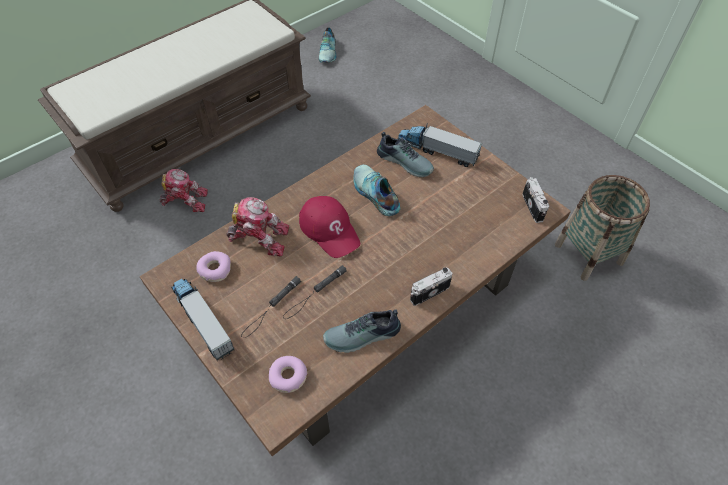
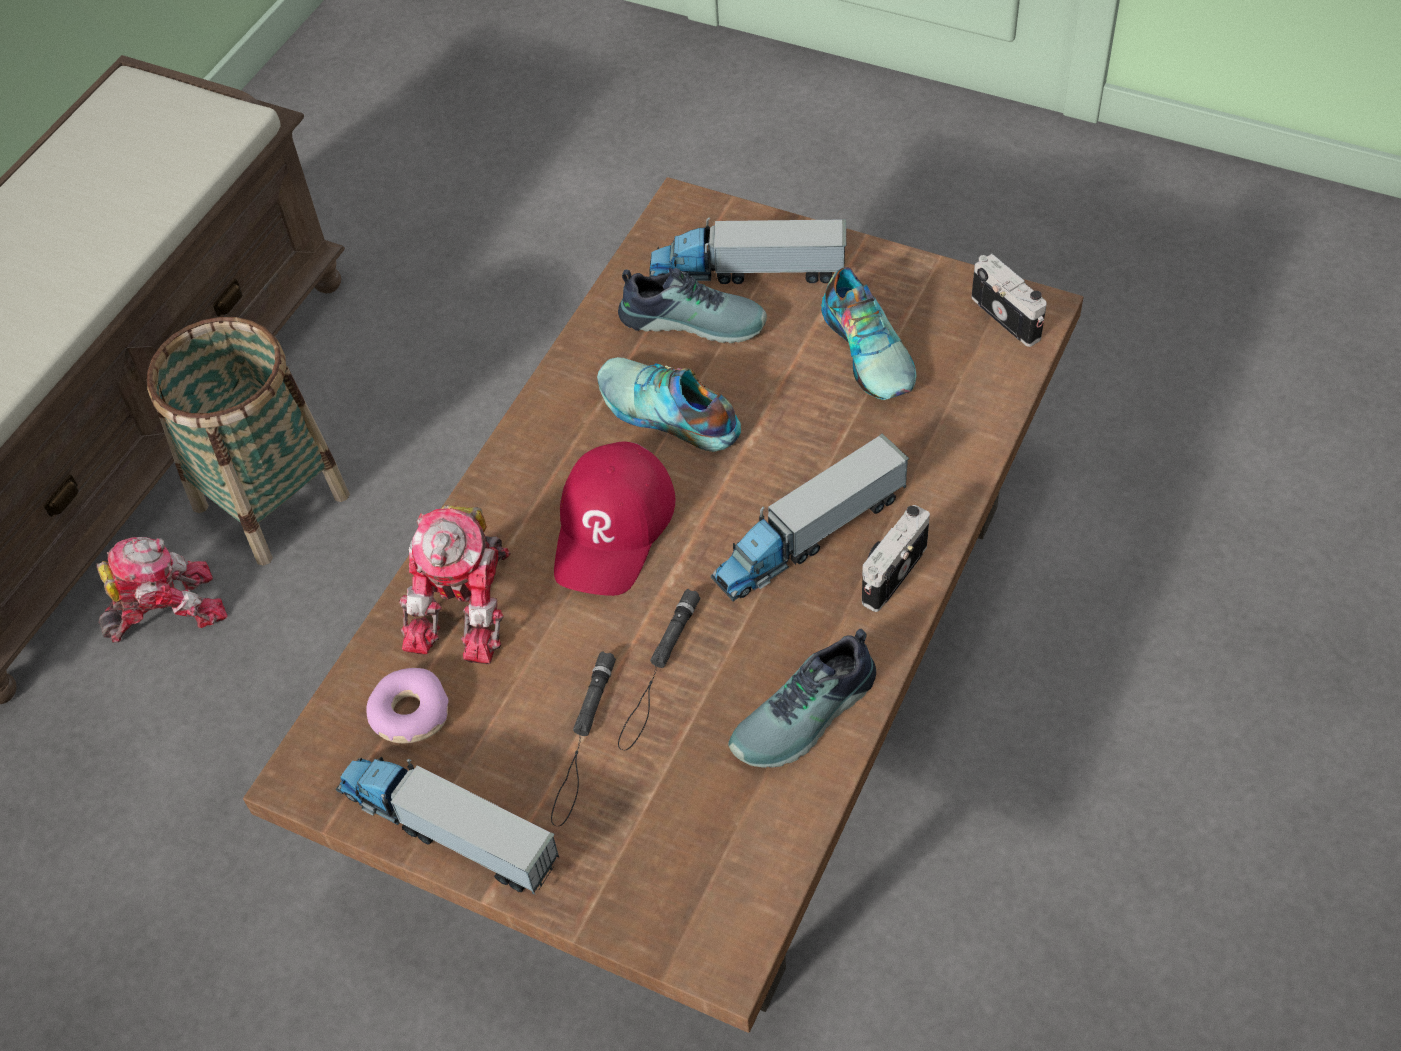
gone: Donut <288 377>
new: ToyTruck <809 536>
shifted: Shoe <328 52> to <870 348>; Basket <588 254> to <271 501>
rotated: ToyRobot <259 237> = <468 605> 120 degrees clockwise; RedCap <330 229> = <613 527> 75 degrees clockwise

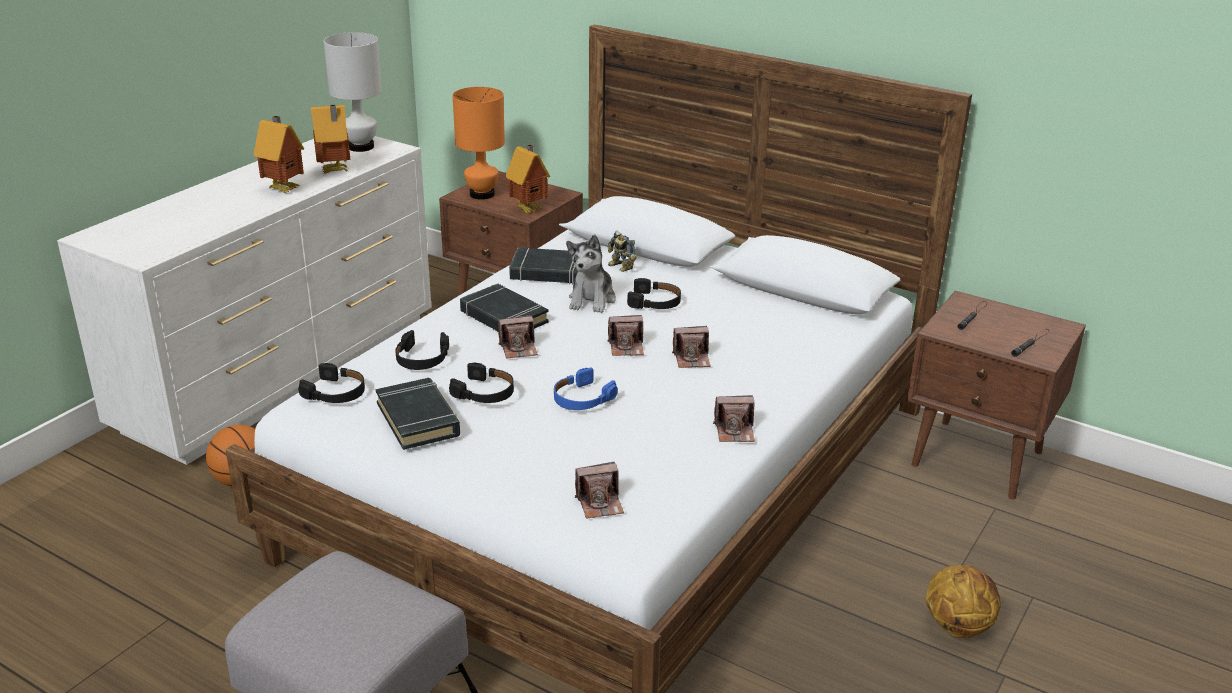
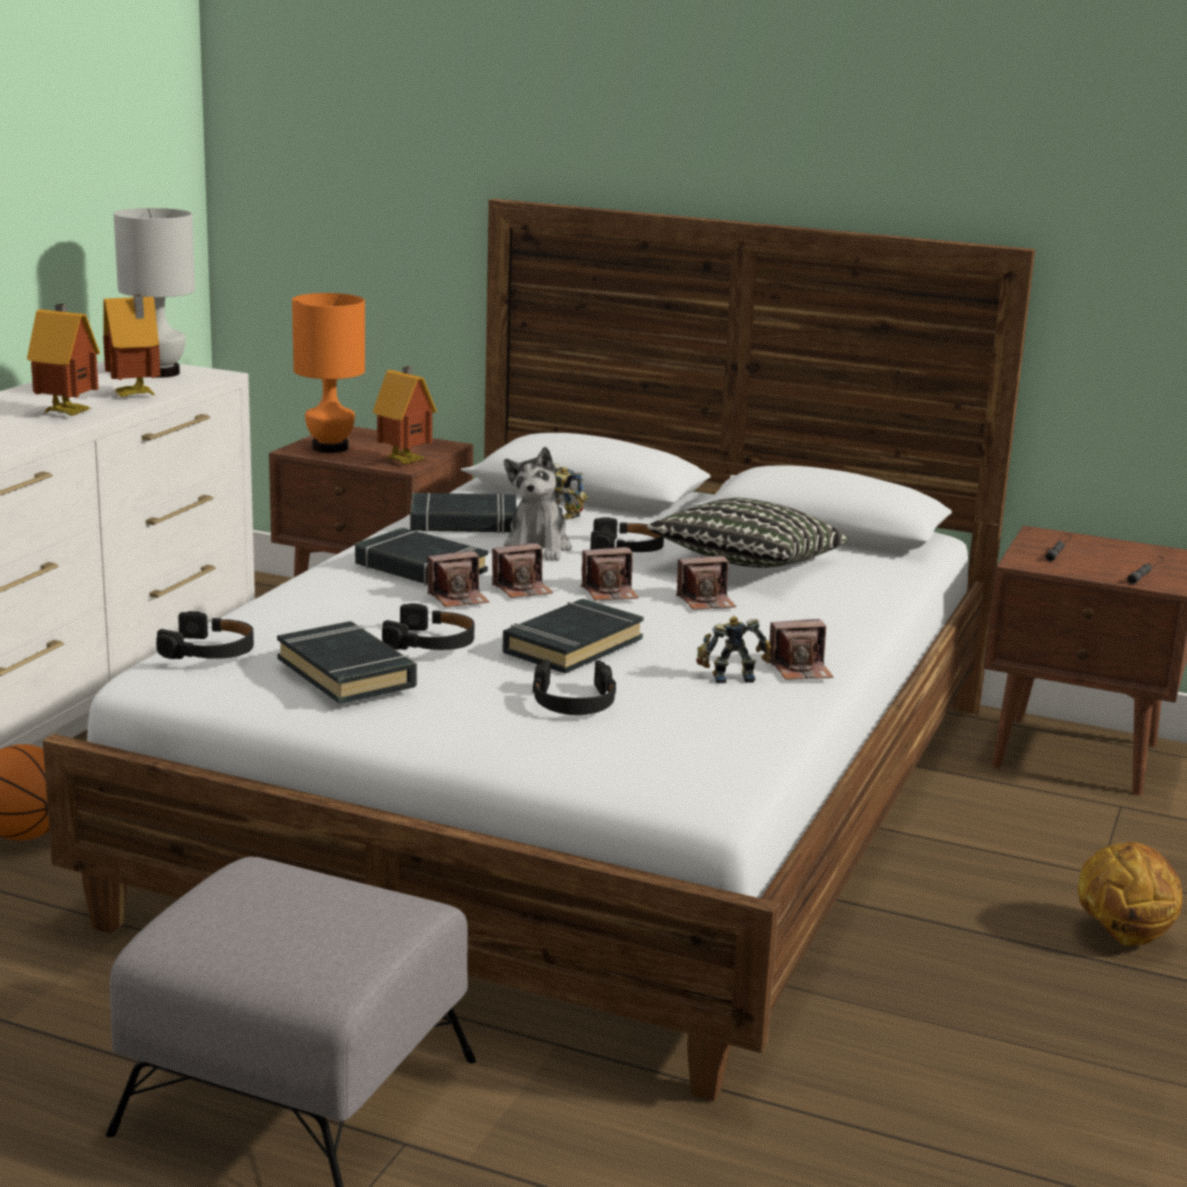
new: Pillow <746 565>; ToyRobot <731 676>
shifted: BlackHeadphones <422 358> to <573 702>; PhotoCamera <600 503> to <522 589>
swapped: BlueHeadphones <582 398> to BlackBook <572 645>

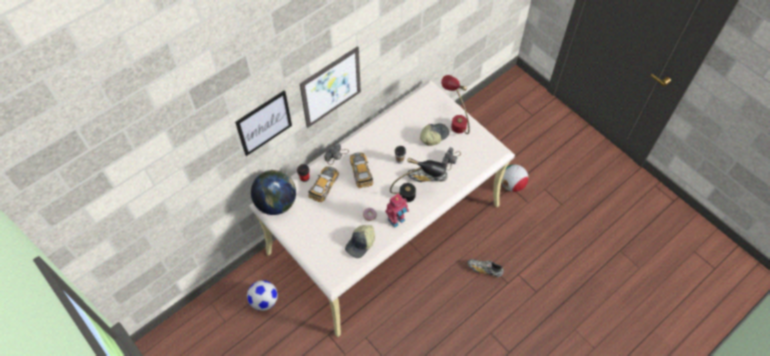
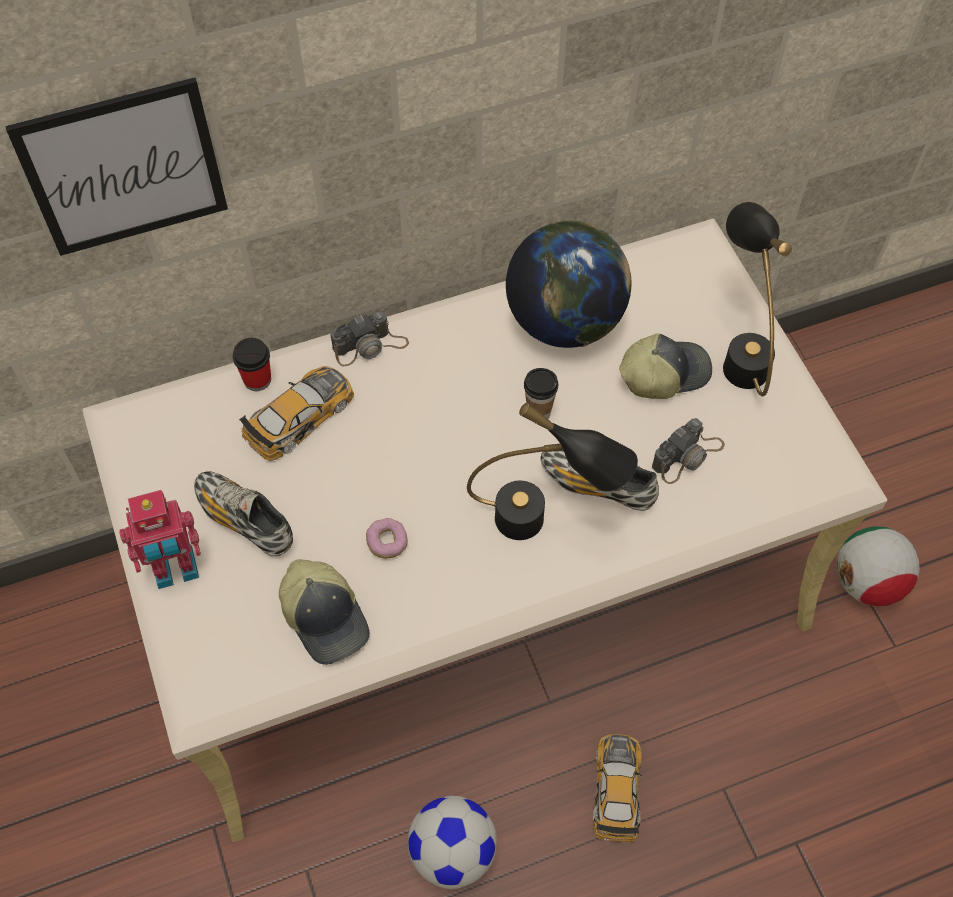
gone: Picture <331 87>
shifted: Football <264 301> to <453 852>; Globe <276 203> to <565 322>; ToyCar <361 171> to <616 788>; ToyRobot <397 220> to <176 570>; Shoe <484 269> to <245 520>
repainted: RedTableLamp <454 121> to BlackTableLamp <740 351>
rotated: Cap <361 244> = <326 617> 90 degrees counterclockwise

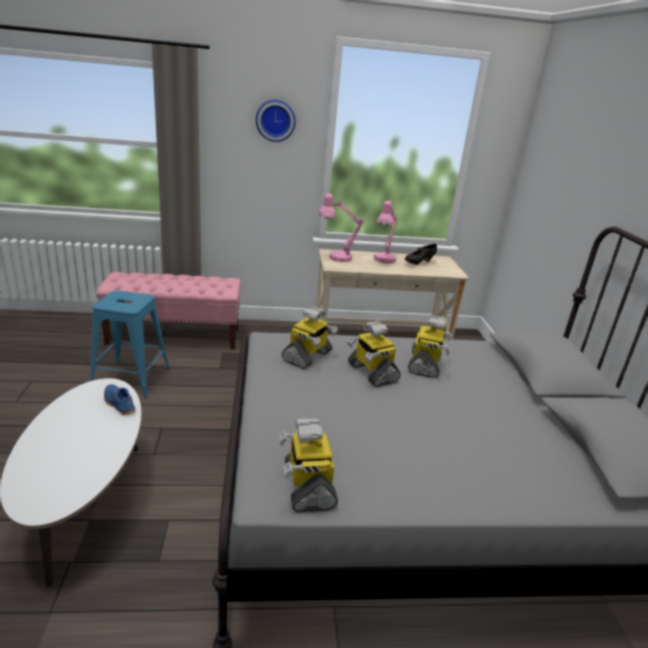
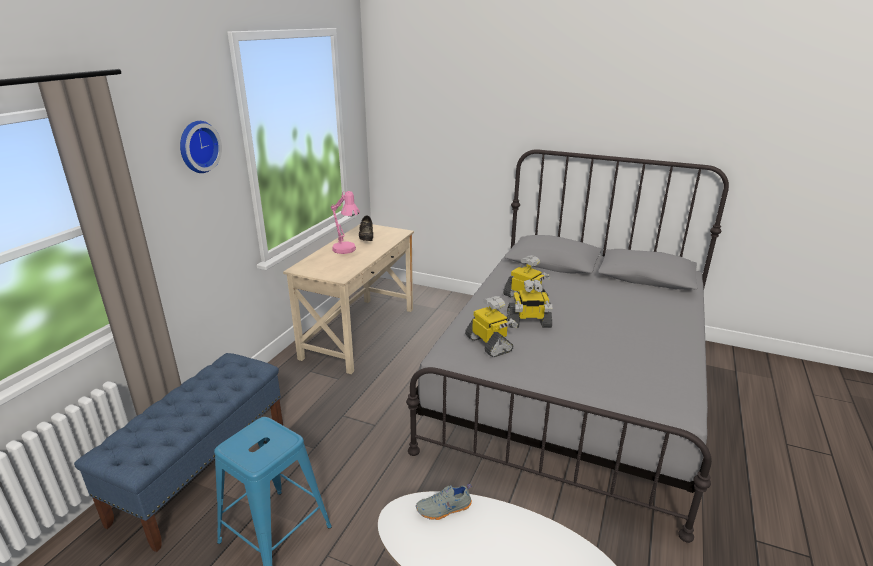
gone: ToyRobot <307 485>; PinkTableLamp <335 257>
repainted: PinkBench <175 336> to BlueBench <203 470>; BlueShoe <118 404> to GreyShoe <444 509>

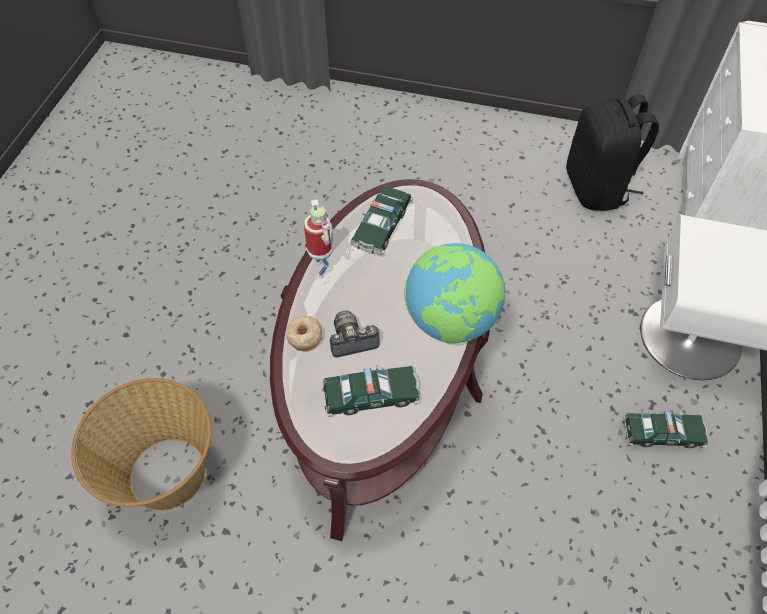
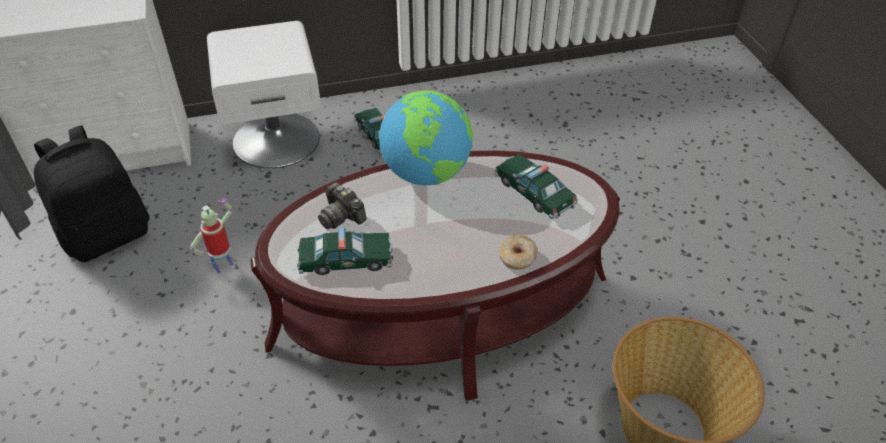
shifted: ToyRobot <323 269> to <225 268>; PhotoCamera <352 340> to <341 216>

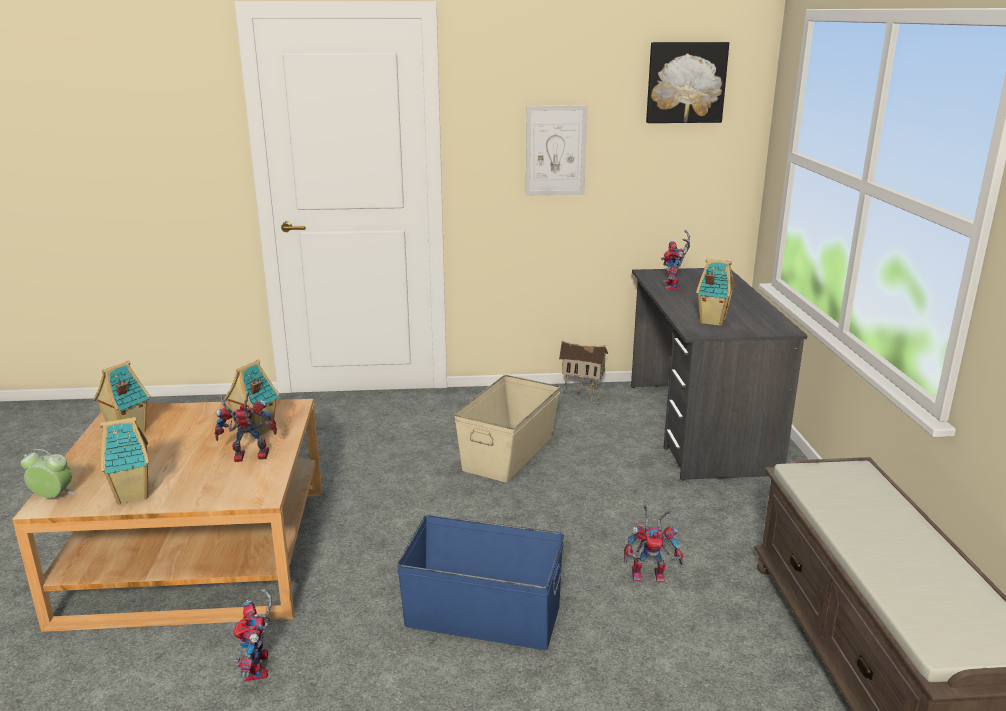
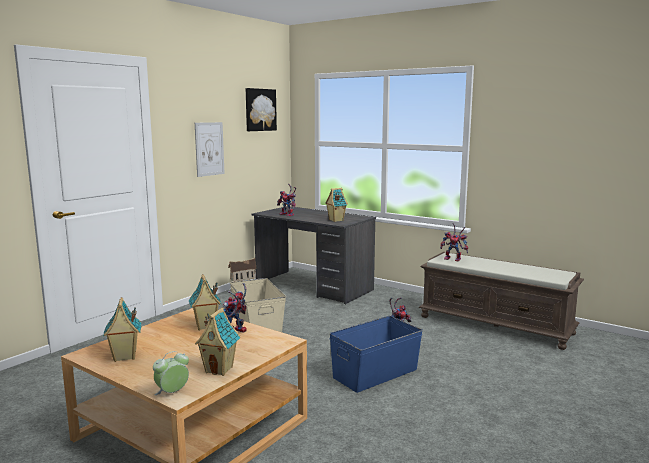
shifted: ToyRobot <259 669> to <454 259>

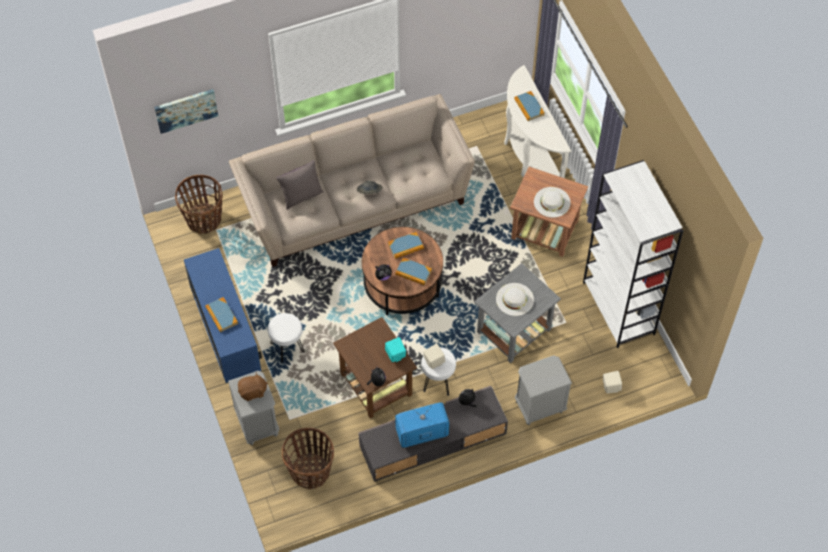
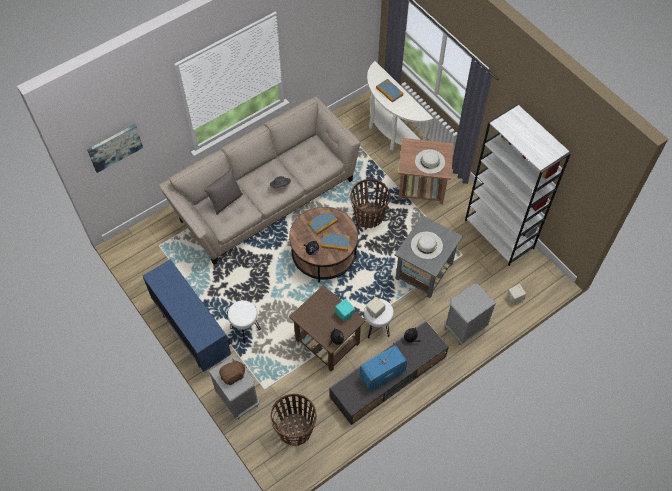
gone: Book <221 315>
shifted: Basket <204 219> to <369 216>

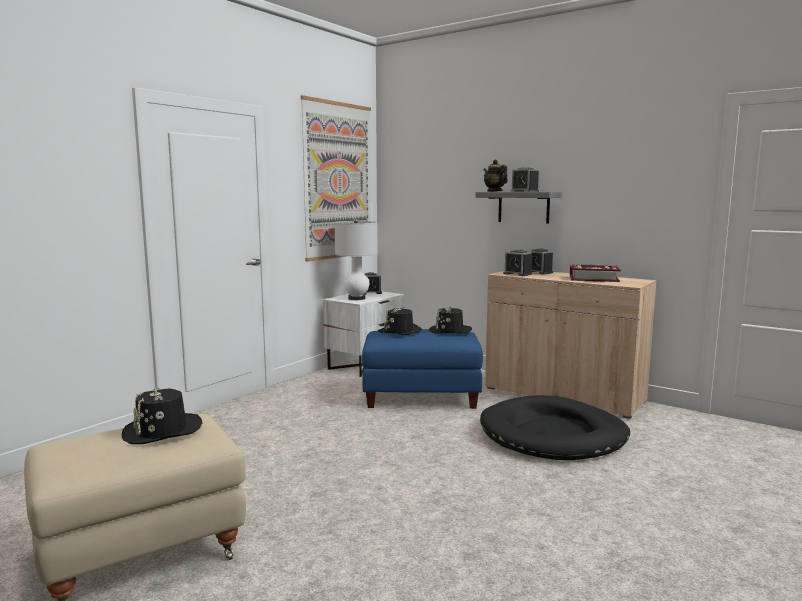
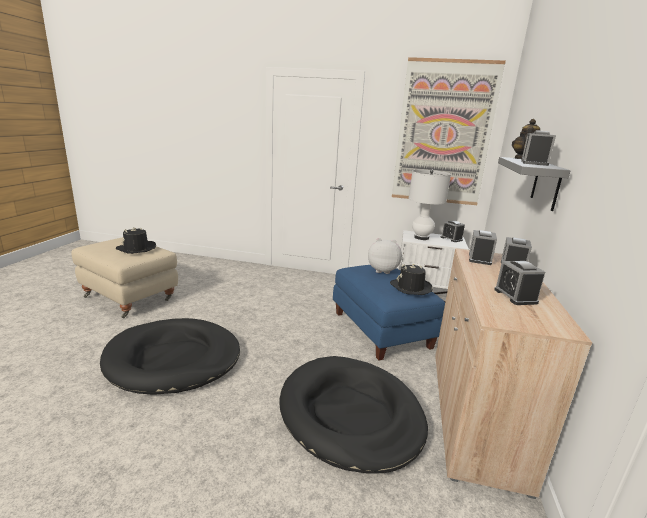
new: BlackDogBed <174 359>
swapped: BlackHat <400 331> to PlushToy <382 270>; Book <593 278> to AlarmClock <515 296>

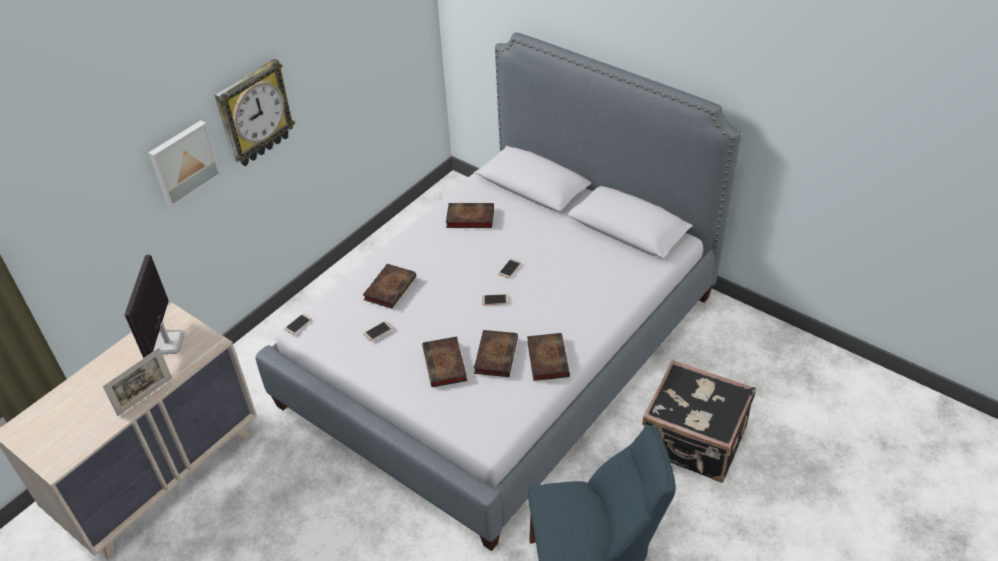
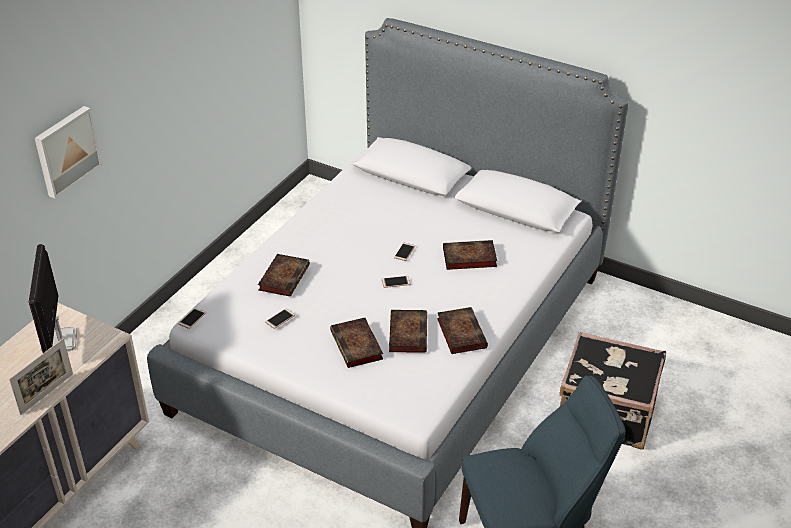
gone: WallClock <254 113>
shifted: Book <469 218> to <468 258>

